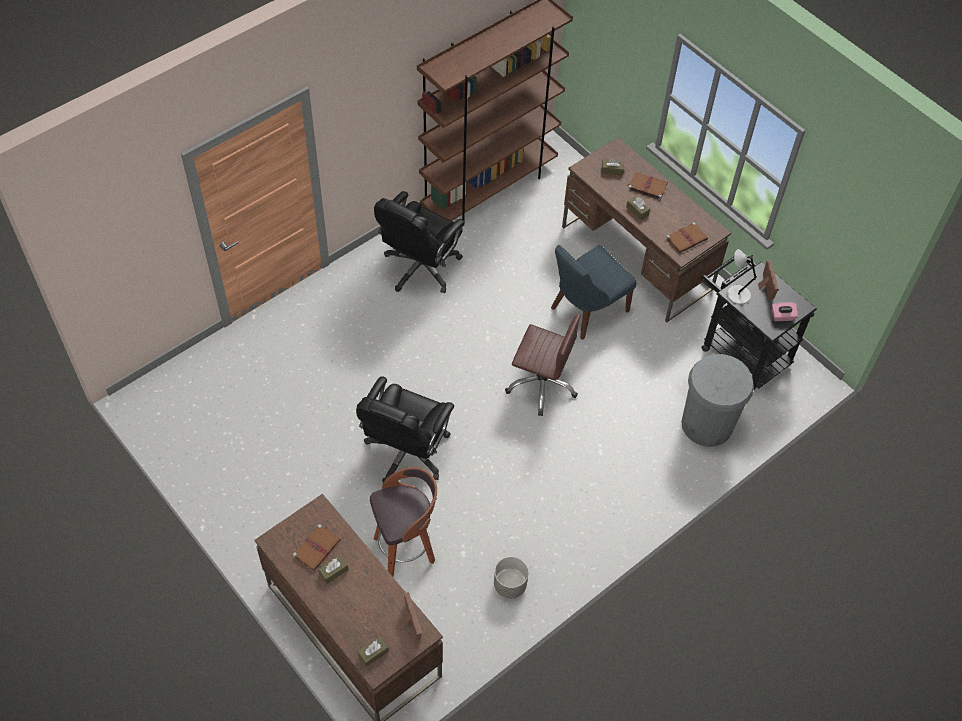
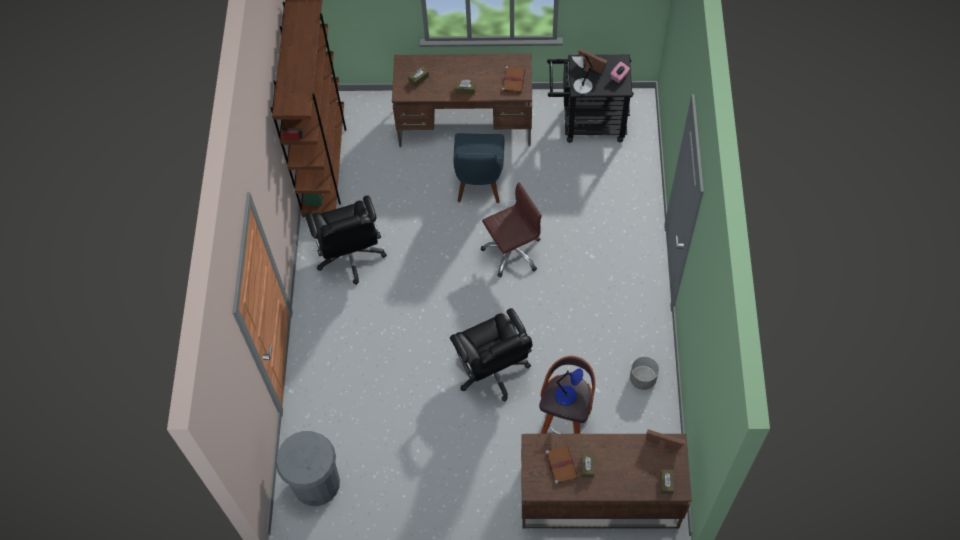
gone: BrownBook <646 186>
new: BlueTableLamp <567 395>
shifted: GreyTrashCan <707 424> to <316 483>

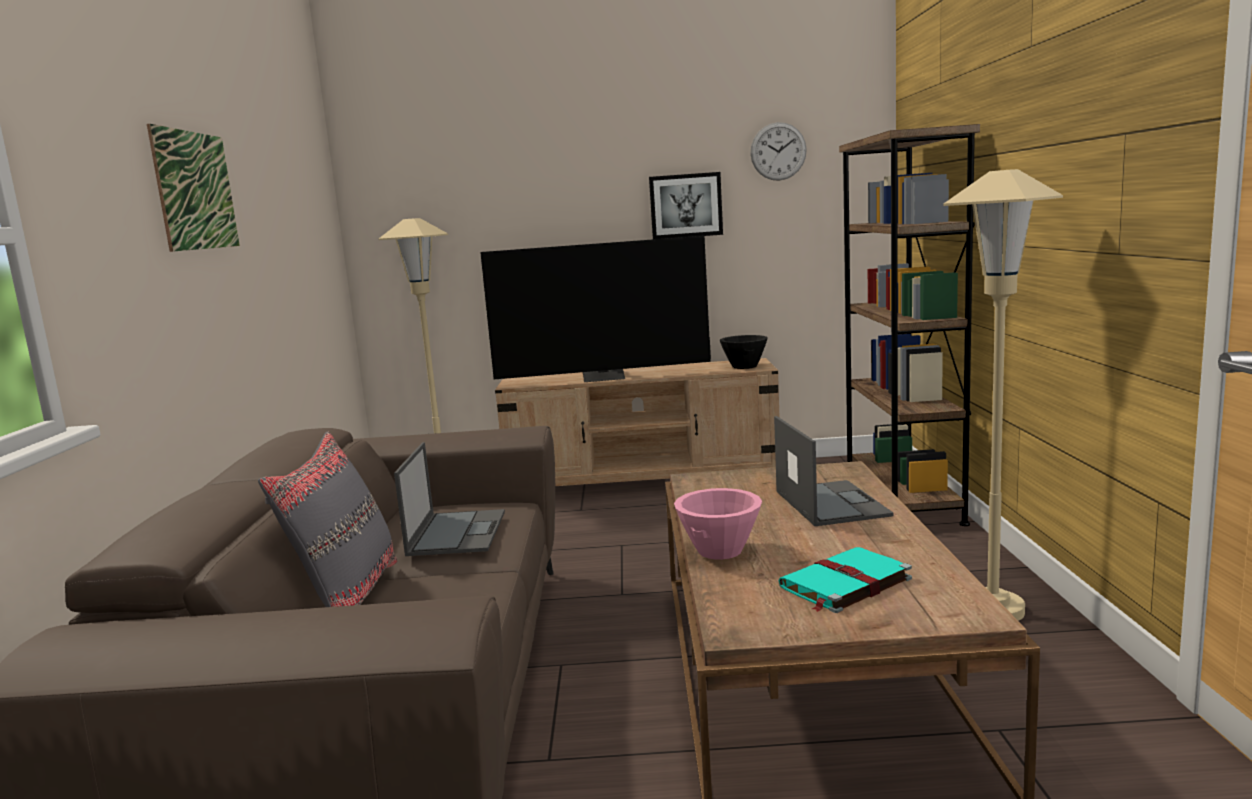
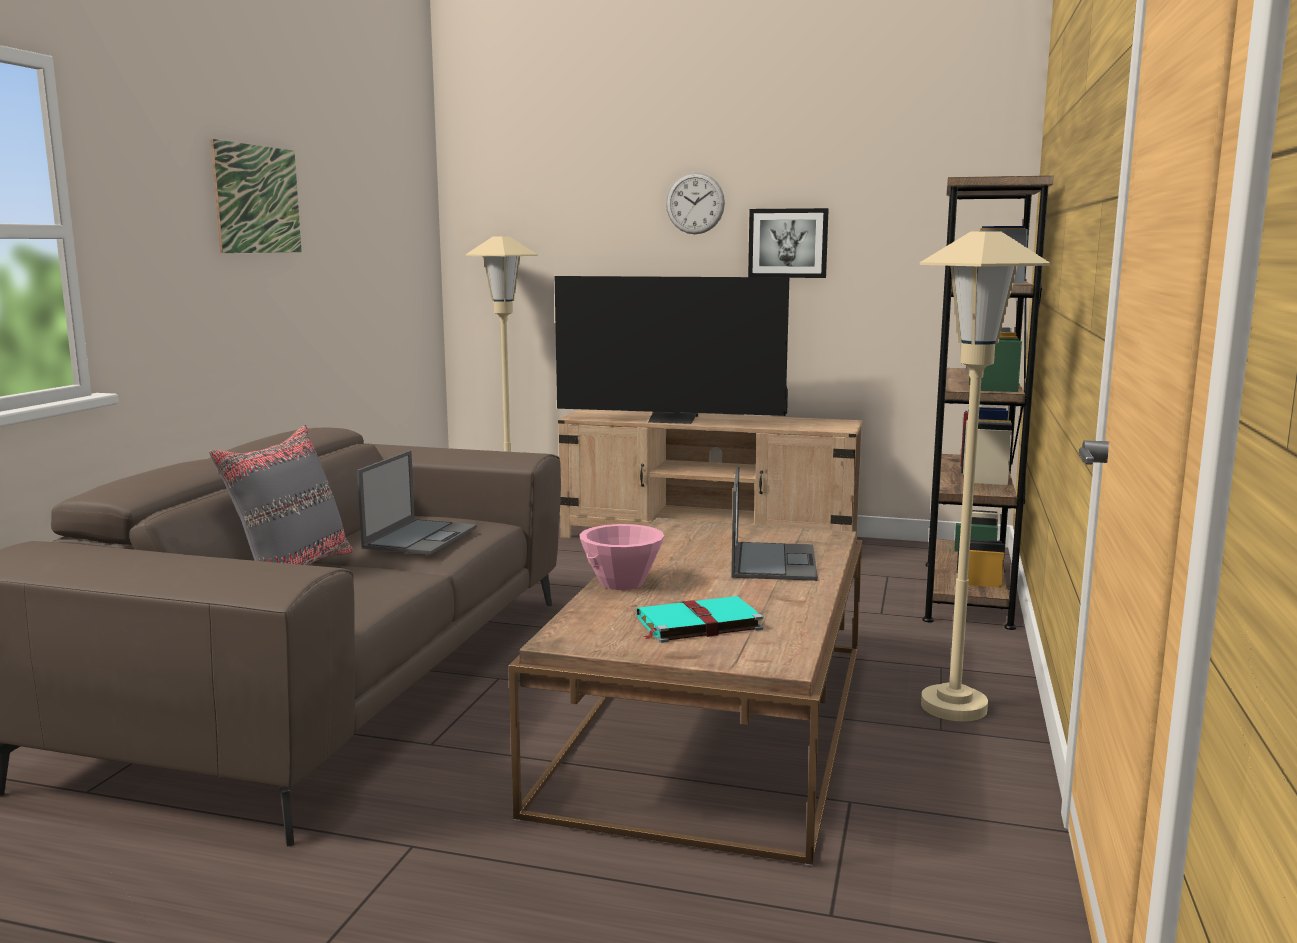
gone: BlackBowl <744 366>
shifted: WallClock <778 151> to <695 203>

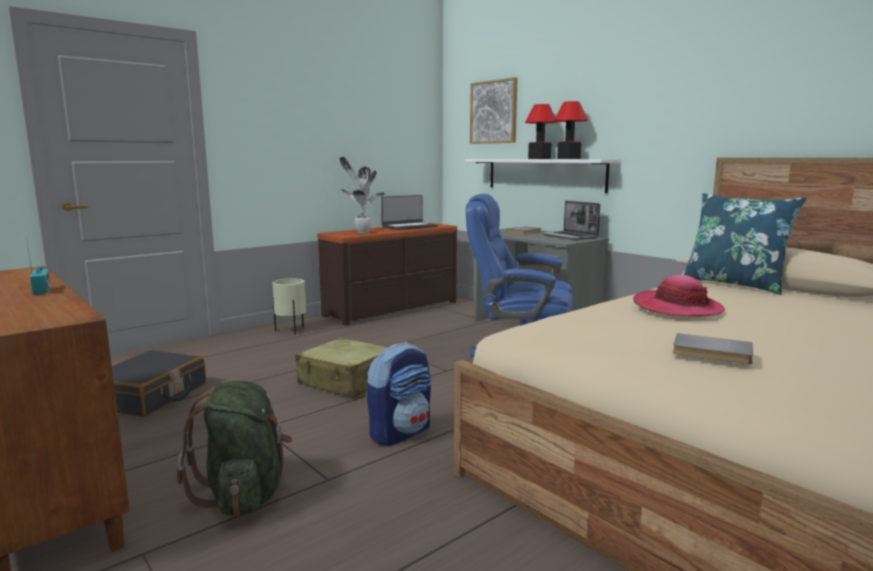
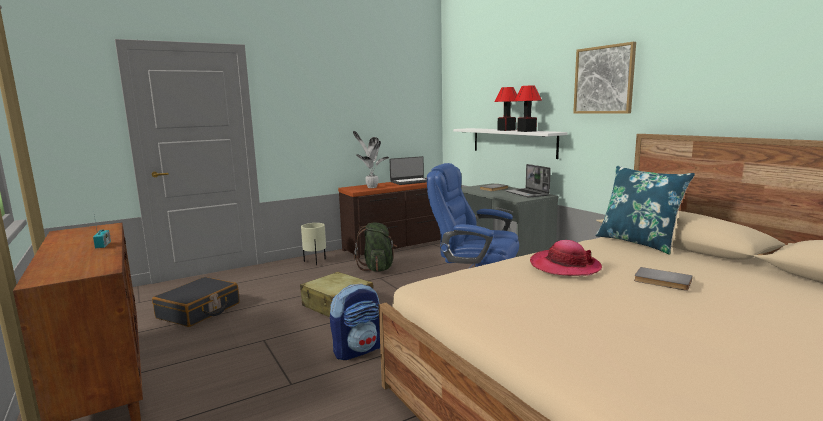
shifted: GreenBackpack <244 494> to <378 268>; Picture <494 112> to <604 80>; GreyBook <712 352> to <662 281>

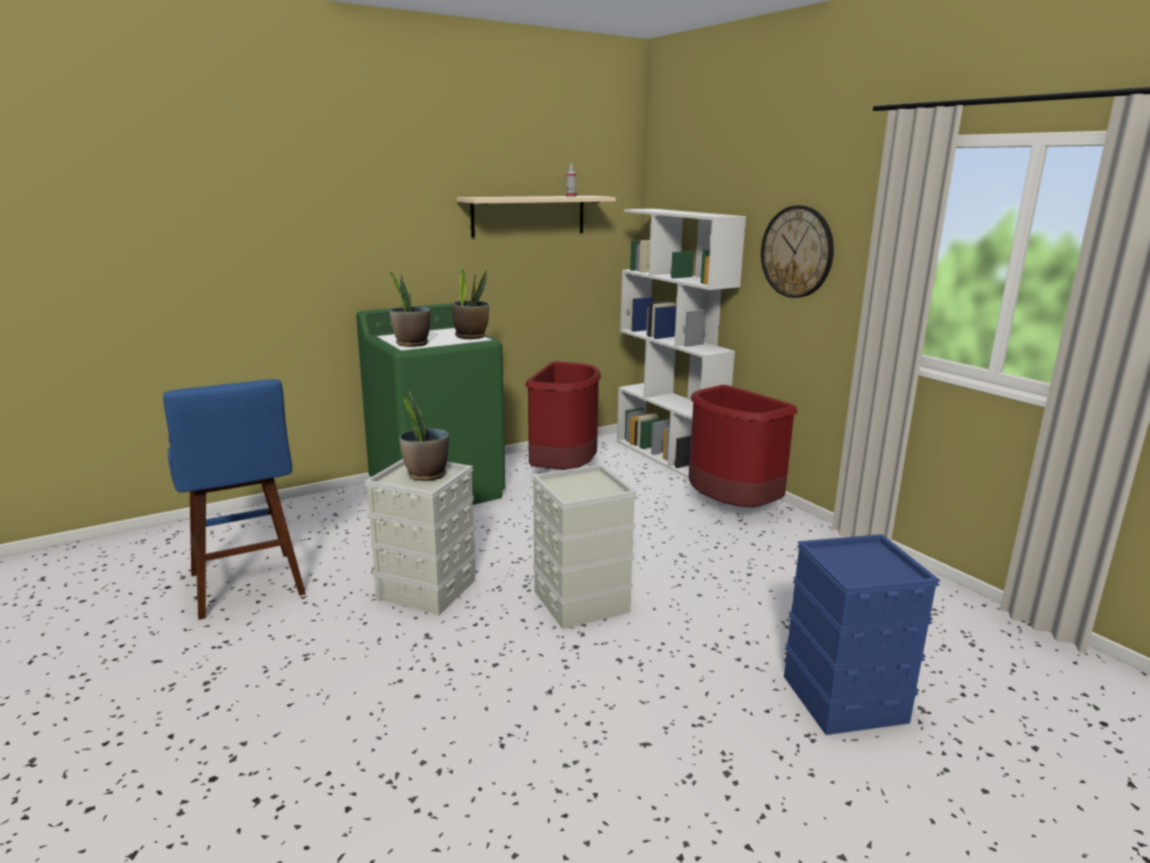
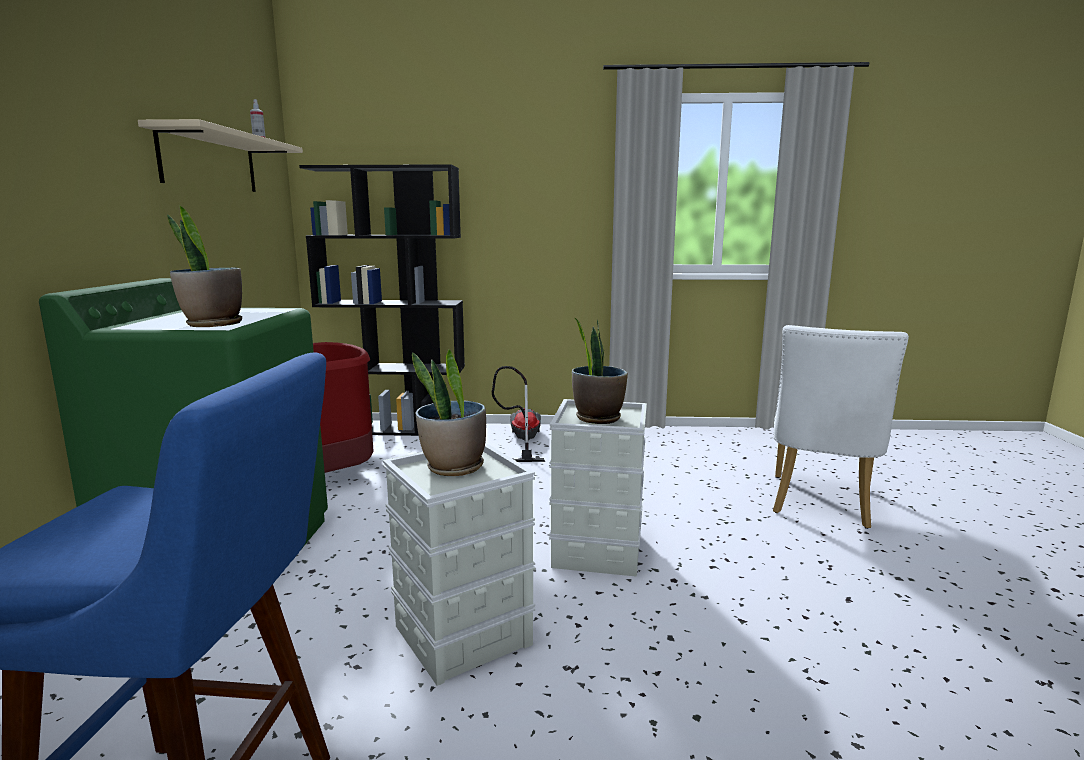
gone: WallClock <797 252>
shifted: PottedPlant <471 336> to <597 418>
swapped: RedTrashCan <731 507> to VacuumCleaner <522 441>; BlueStorageBox <842 698> to WhiteChair <820 504>
repainted: WhiteBookcase <668 457> to BlackBookcase <397 428>

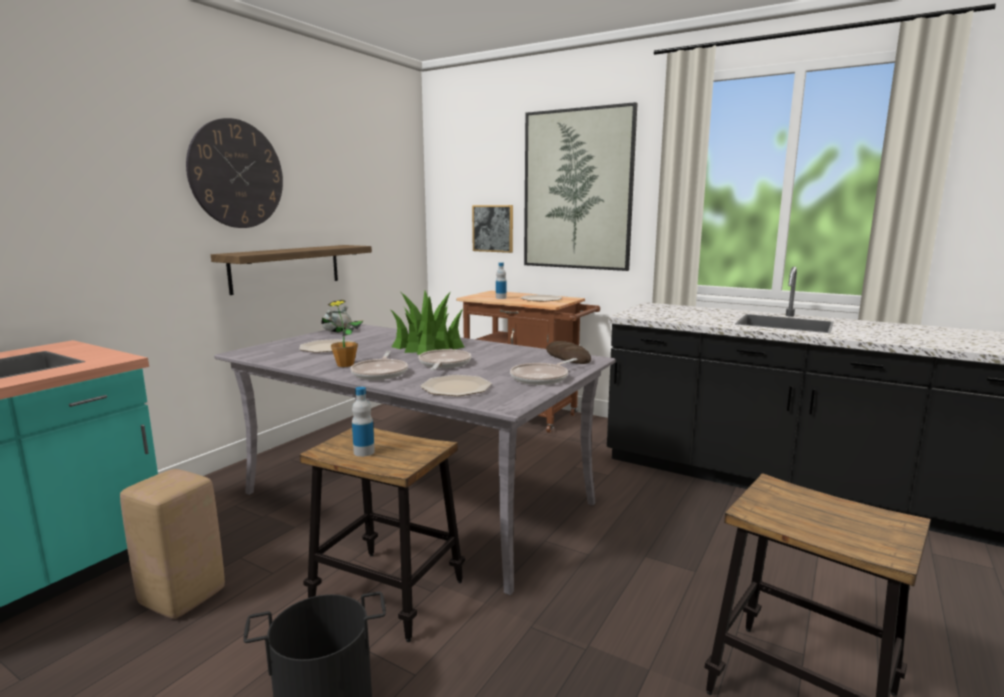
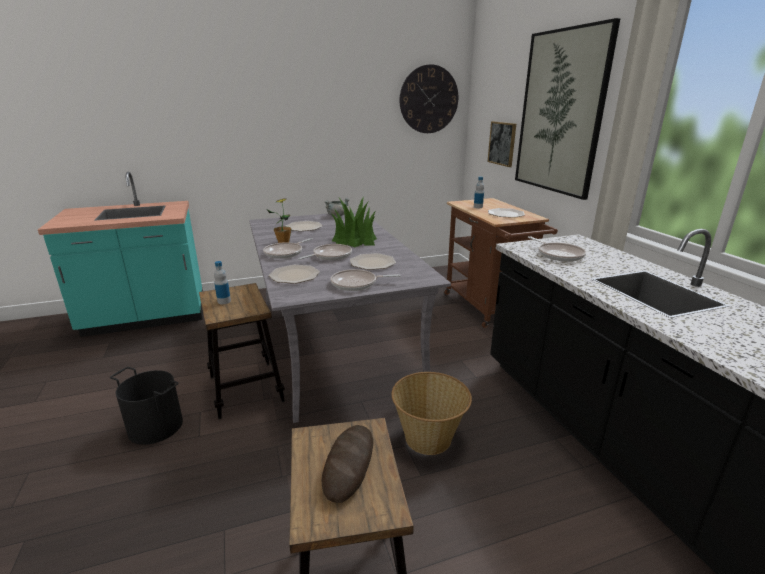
gone: BeigeStool <183 596>; Shelf <286 268>
new: Plate <372 263>; Basket <428 438>; FryingPan <558 254>
shifted: WallClock <236 174> to <429 99>; Bread <567 357> to <349 465>

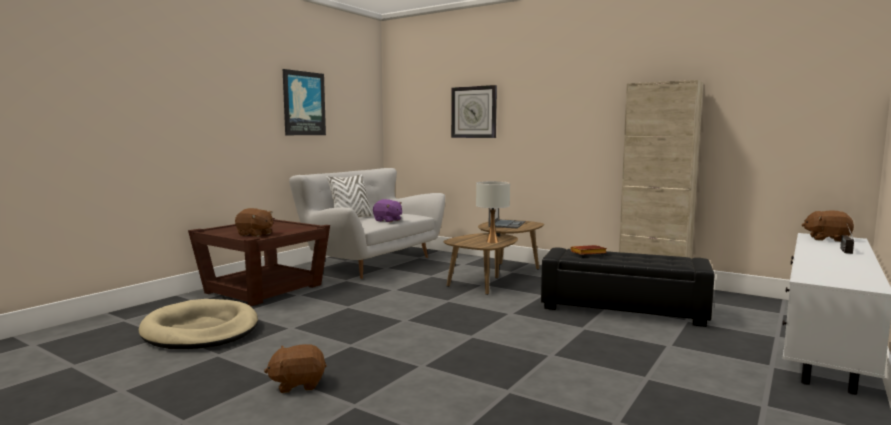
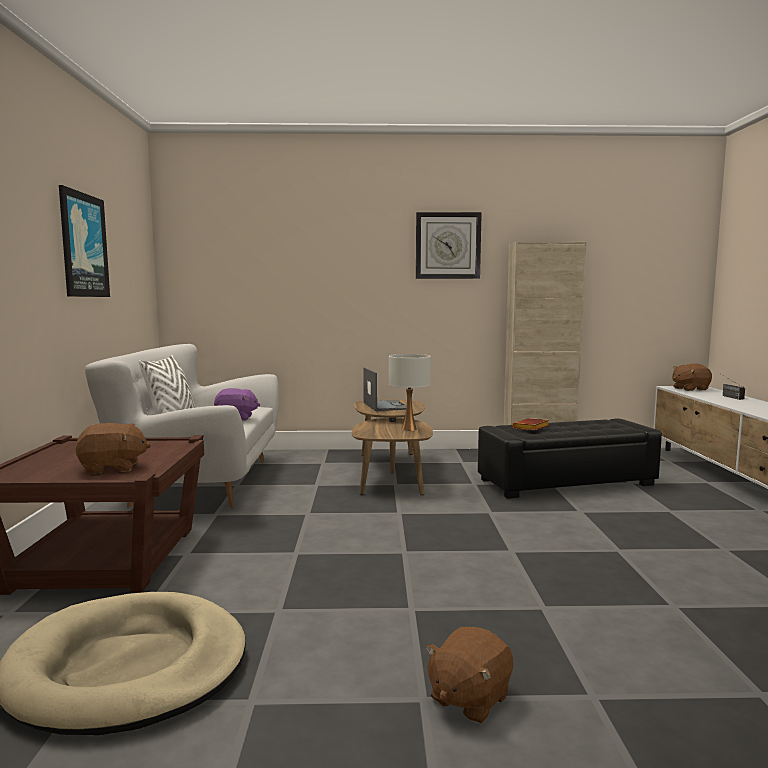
shifted: WallClock <474 112> to <448 246>

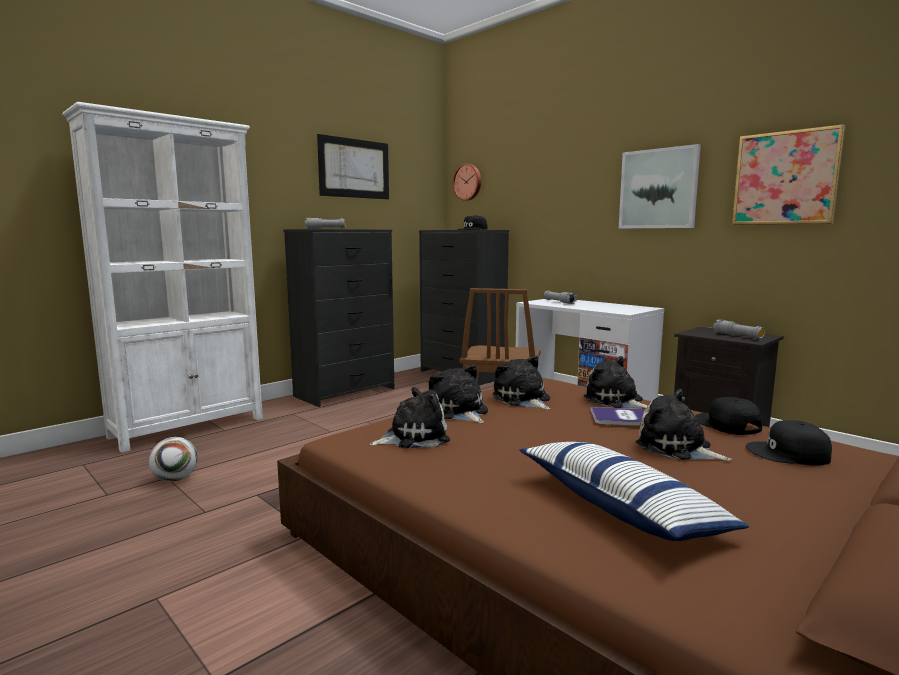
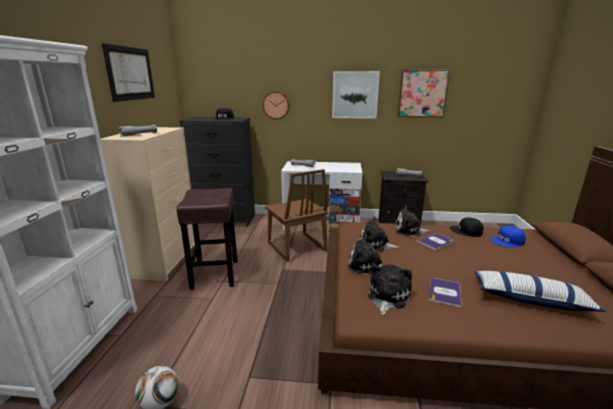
gone: PlushToy <677 448>
new: BrownStool <215 275>; Book <444 292>
shifted: WallClock <468 182> to <276 105>
repainted: BlackDresser <345 392> to BeigeDresser <166 260>; BlackCap <788 454> to BlueCap <508 241>

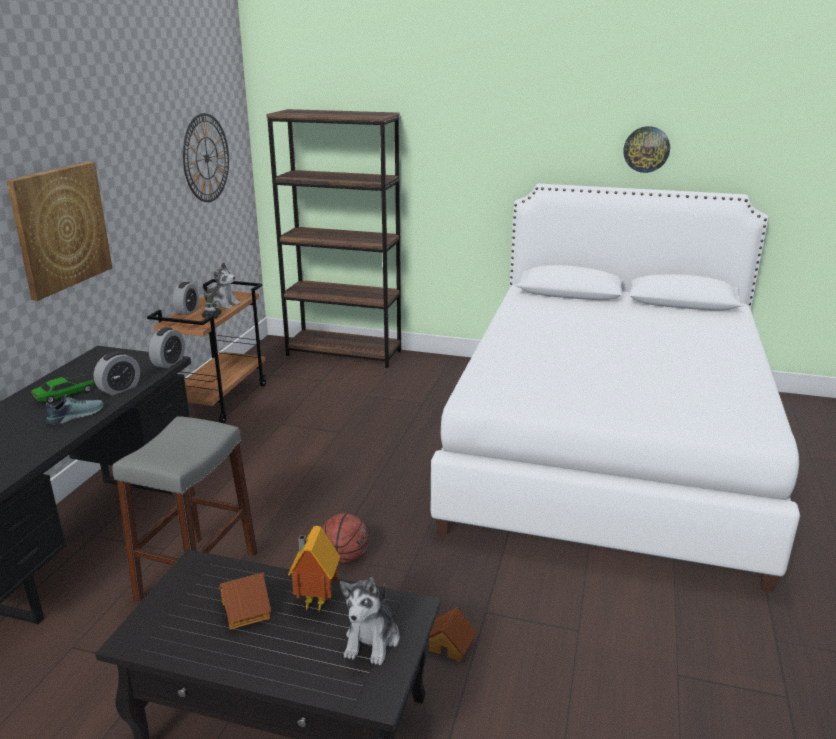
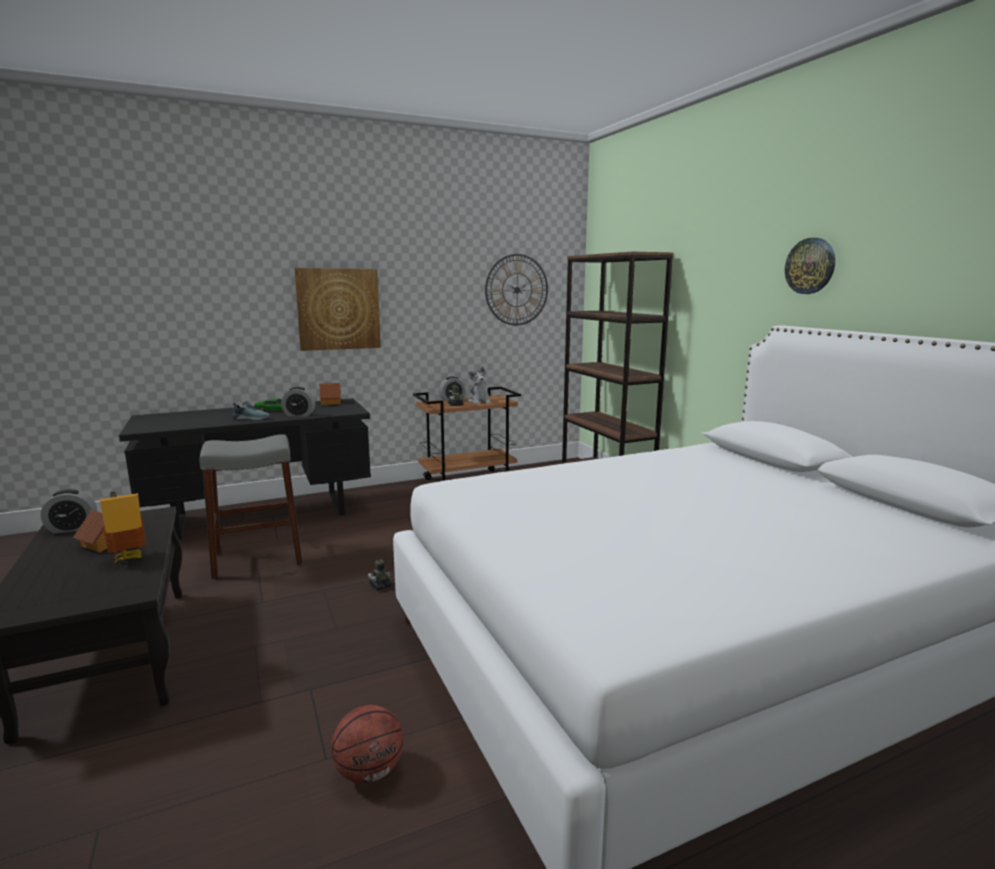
gone: PlushToy <372 640>
new: ToyRobot <380 586>
shifted: AlarmClock <169 362> to <72 528>; Basketball <345 557> to <369 771>; ToyHouse <450 644> to <331 402>; WallClock <646 149> to <810 266>

